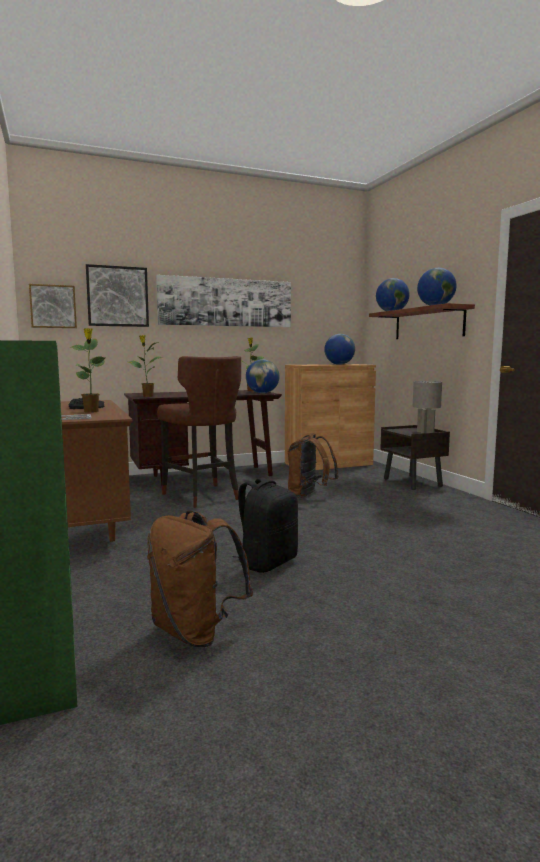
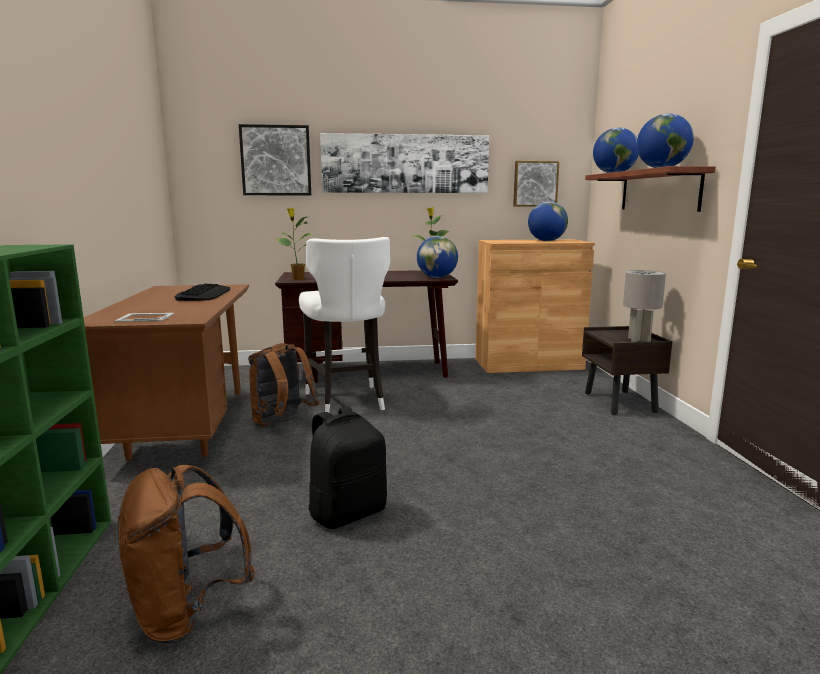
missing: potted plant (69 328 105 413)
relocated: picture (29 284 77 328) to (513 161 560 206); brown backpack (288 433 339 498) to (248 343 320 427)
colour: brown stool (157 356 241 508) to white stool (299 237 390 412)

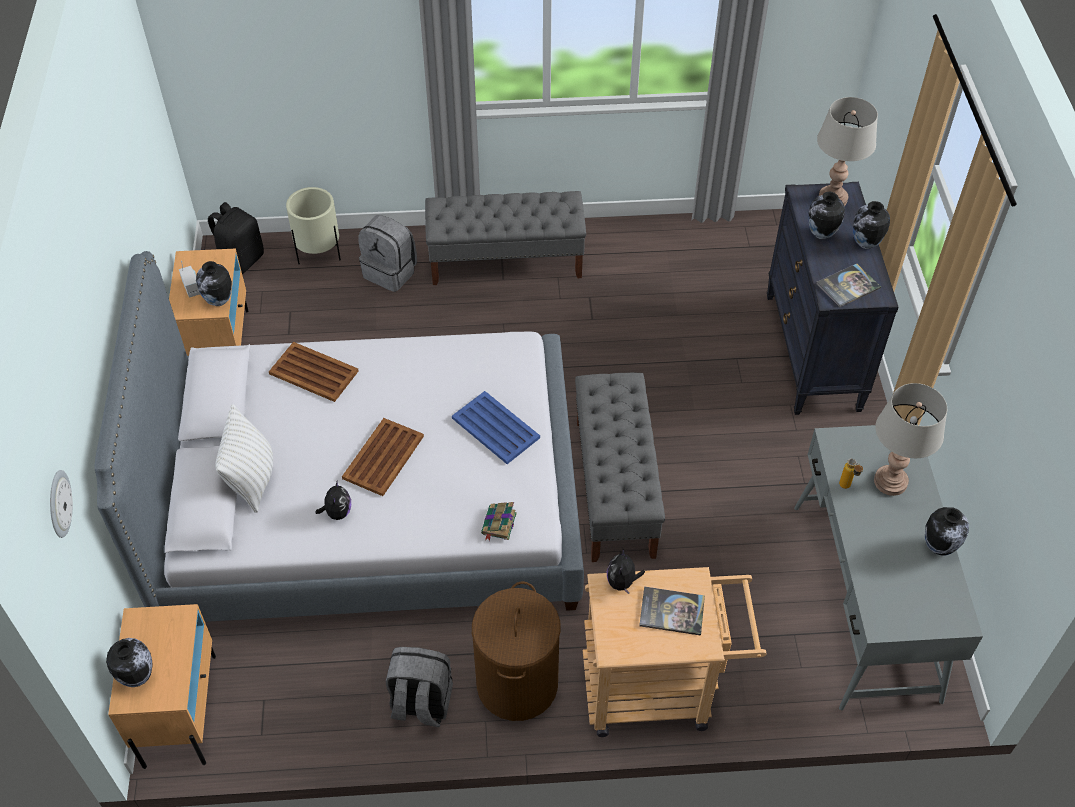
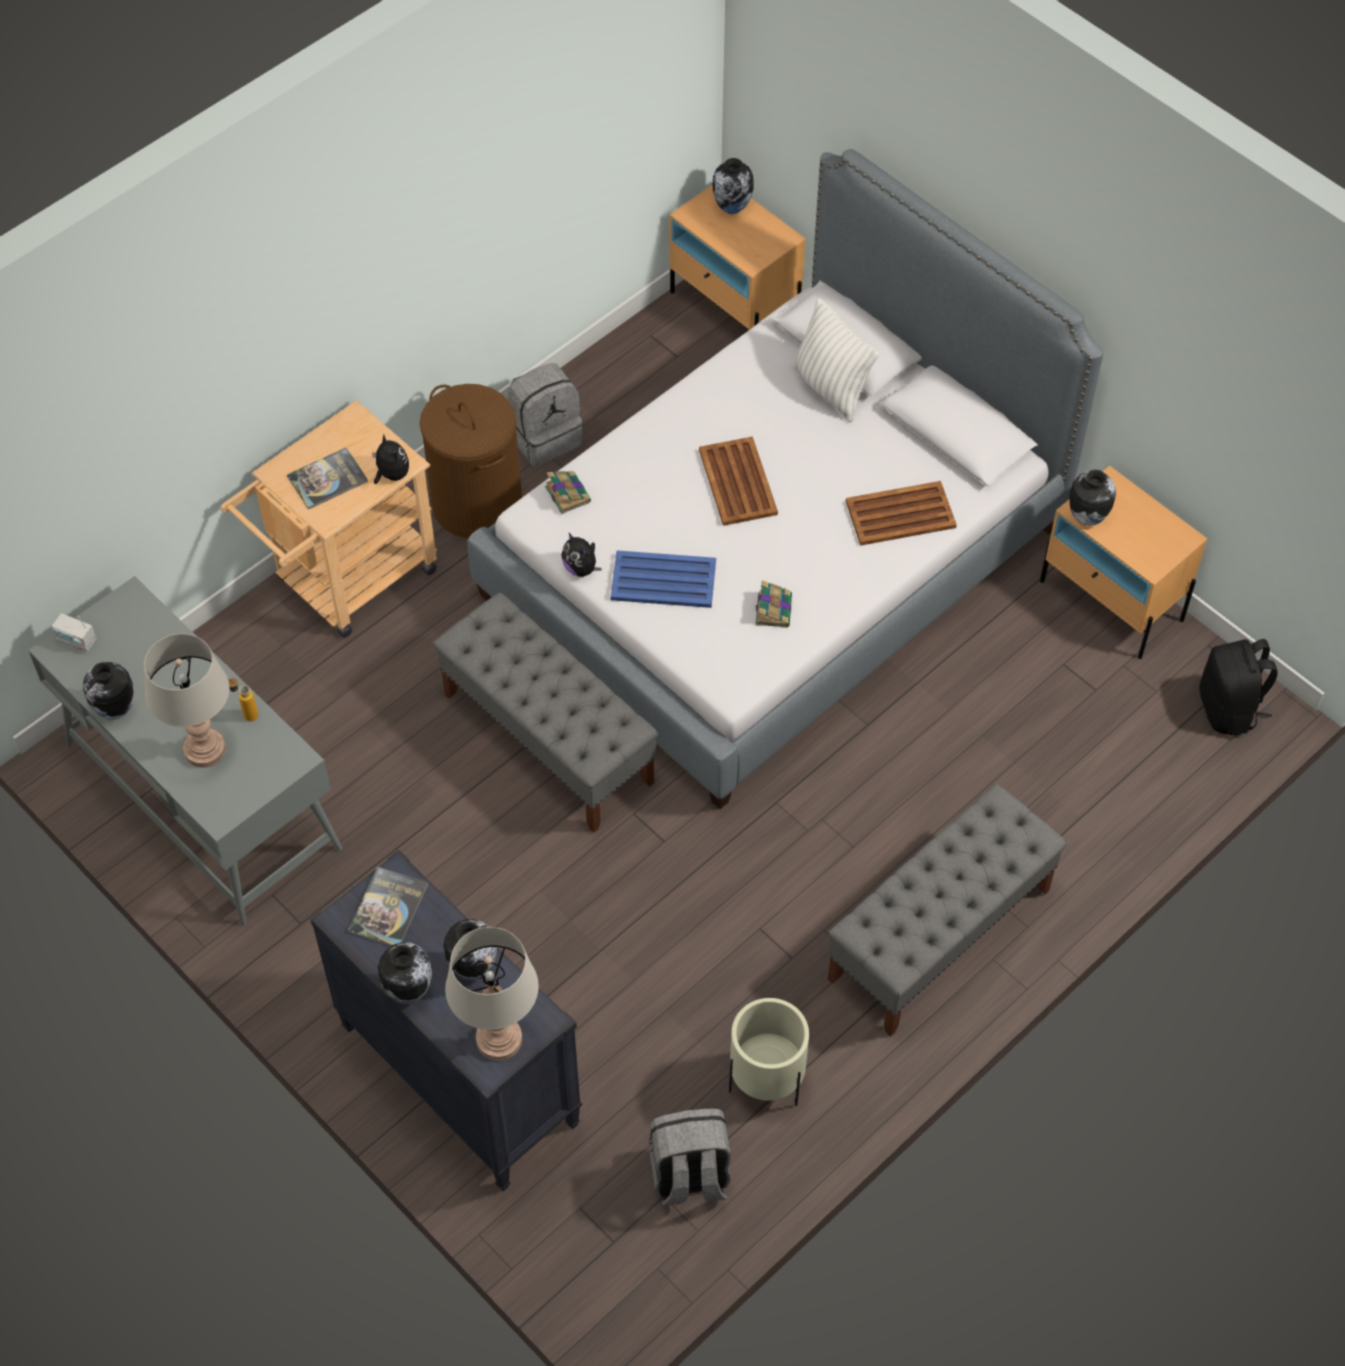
missing: wall clock (50 470 73 538)
appeared: book (755 580 792 628)
relocated: radio (179 261 200 298) to (52 613 96 652); beige planter (286 187 341 264) to (729 998 809 1106); plush toy (316 480 351 520) to (561 532 601 577); grey backpack (358 215 417 292) to (649 1108 731 1205)

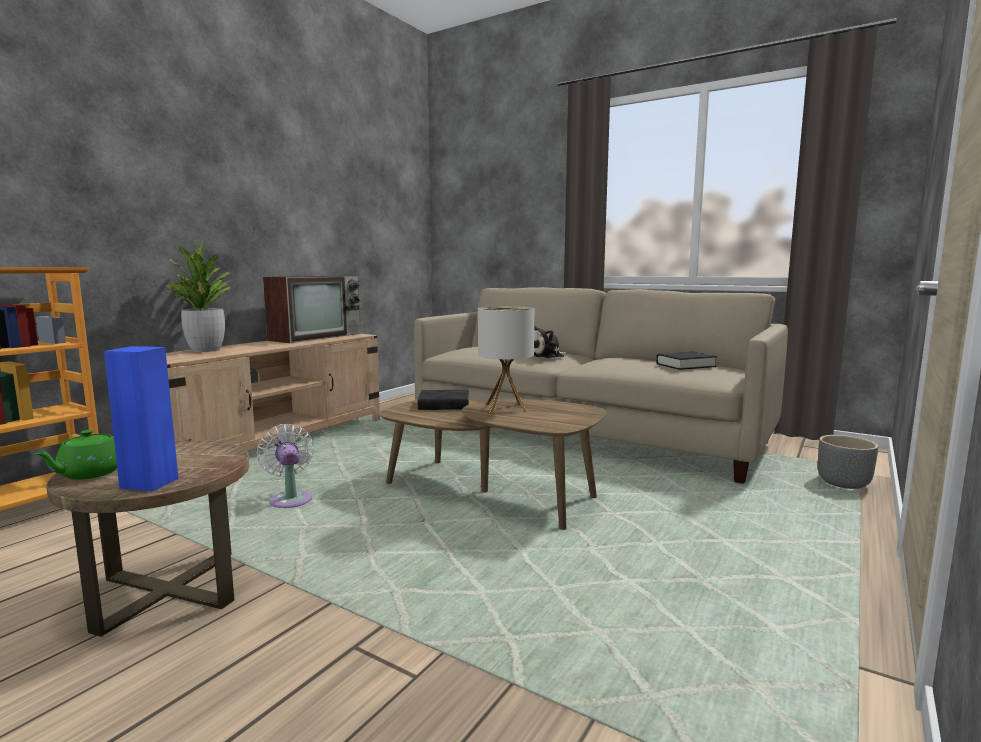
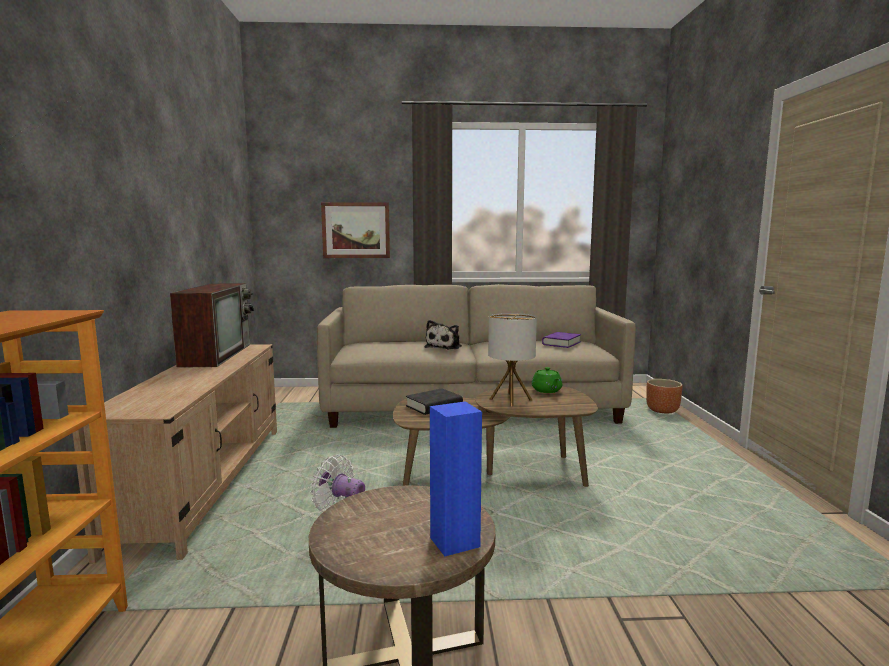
missing: potted plant (158 241 231 352)
appeared: picture (321 202 390 258)
relocated: green teapot (34 430 117 480) to (532 367 562 393)
colour: black book (656 352 717 370) to purple book (542 332 581 348); grey planter (817 435 878 489) to brown planter (646 379 683 413)

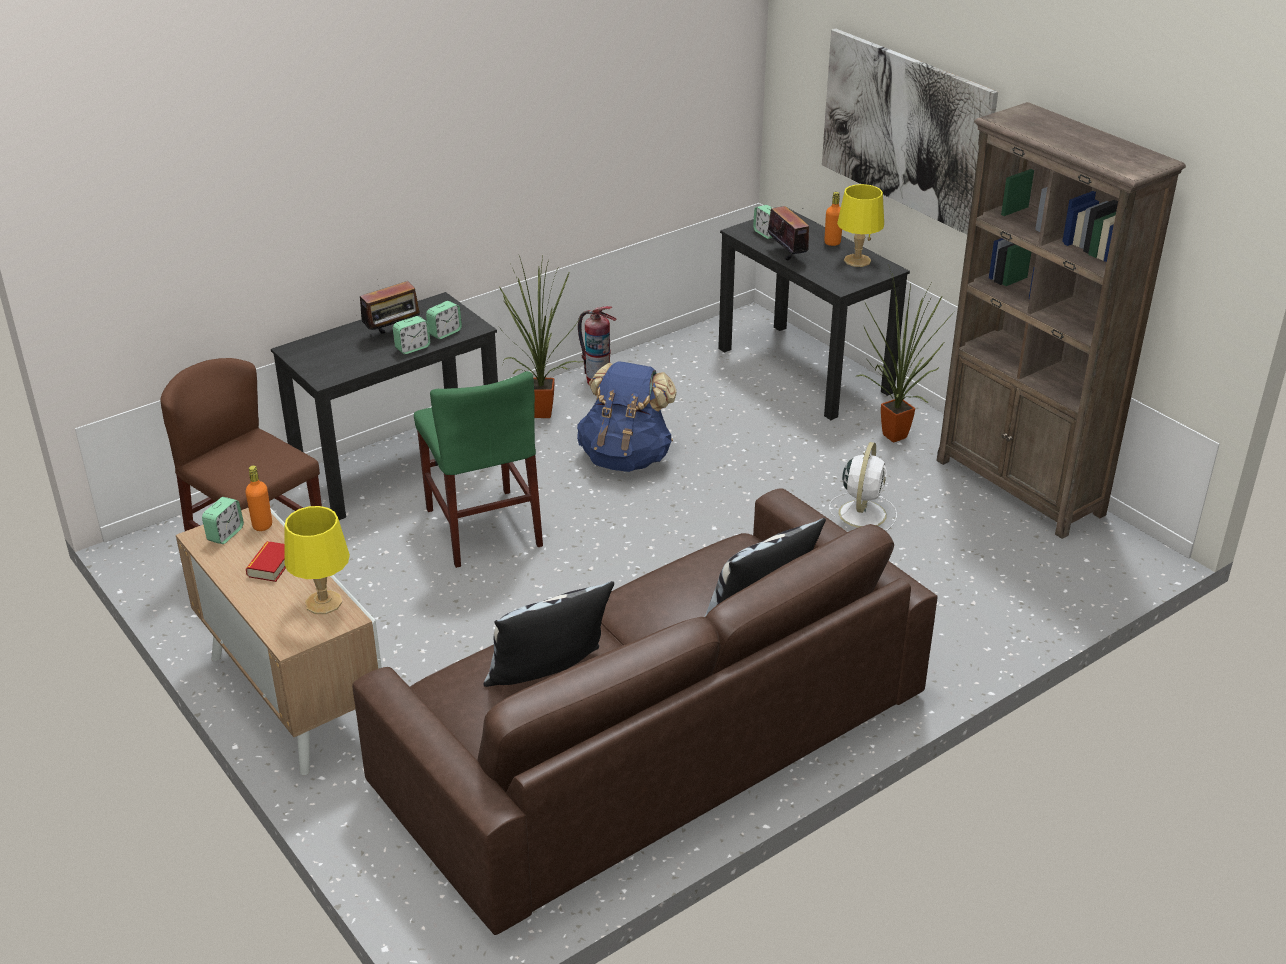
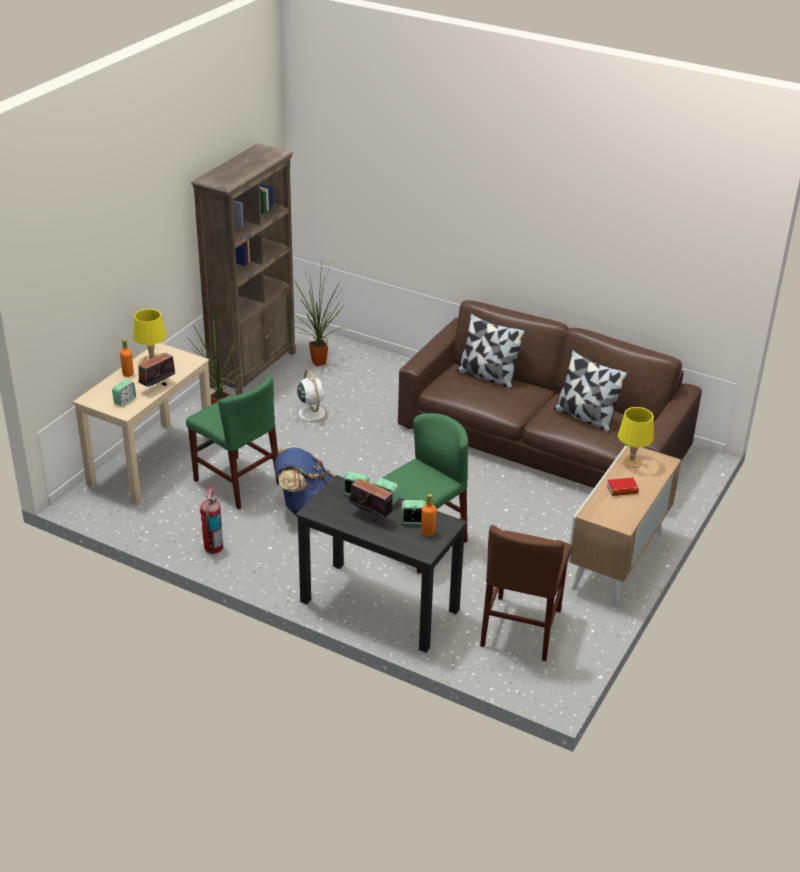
missing: picture (822 29 998 235)
appeared: green chair (186 376 279 509)
relocated: alarm clock (202 497 244 544) to (401 500 426 525); orange bottle (246 465 272 531) to (421 494 437 536); potted plant (498 256 583 418) to (293 263 344 366)
colour: black desk (718 208 910 420) to beige desk (73 343 211 505)
spun: white fan (829 442 897 532) = (290 370 332 427) 75 degrees clockwise

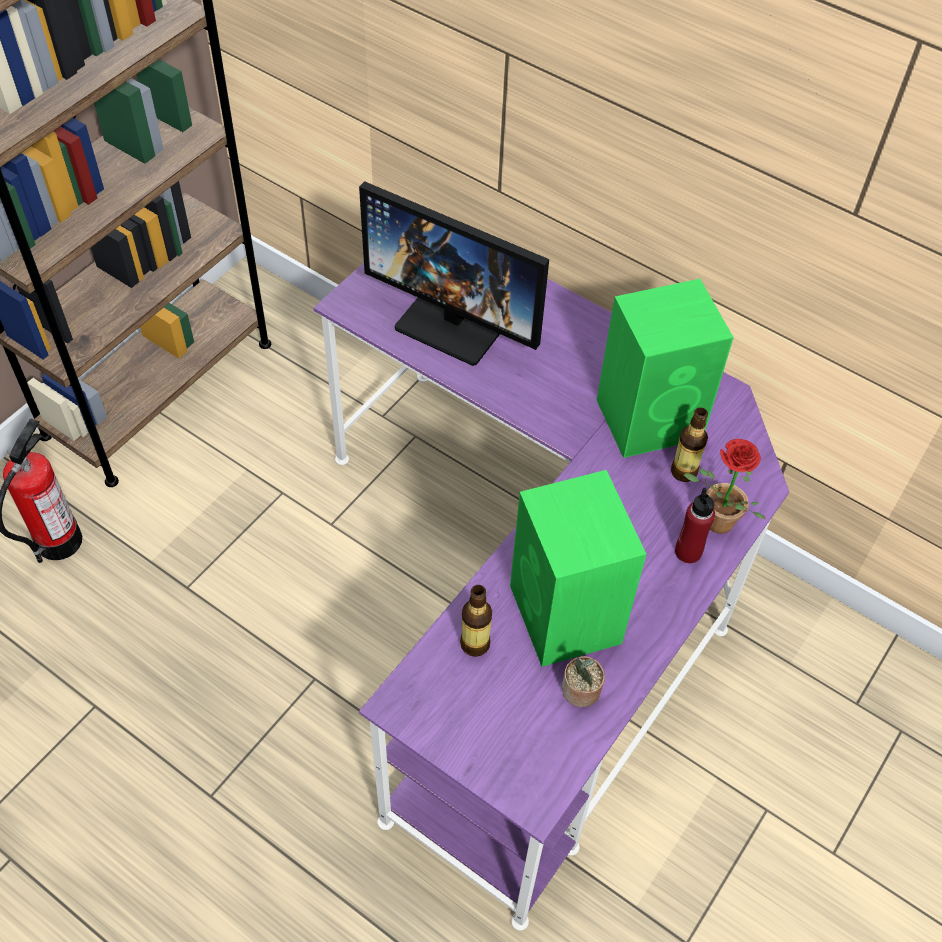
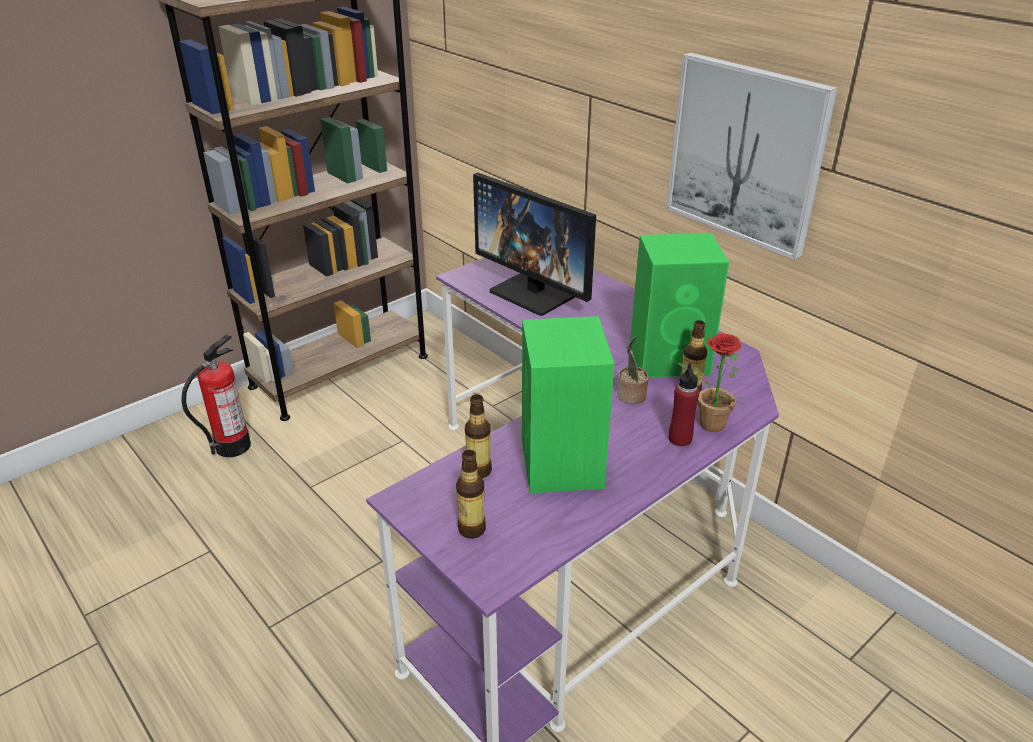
appeared: bottle (456 450 486 539); picture (666 53 838 260)
relocated: potted plant (562 656 605 707) to (617 336 649 404)

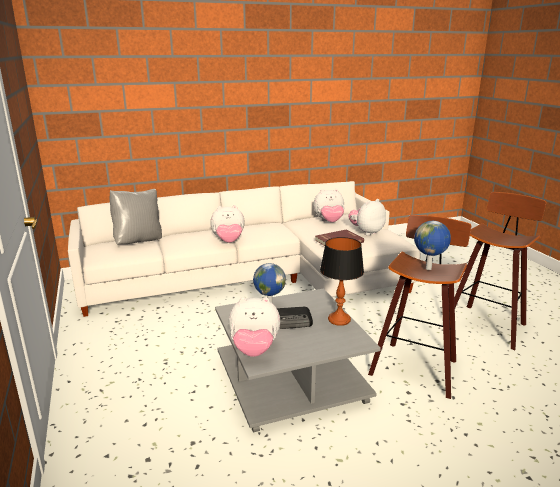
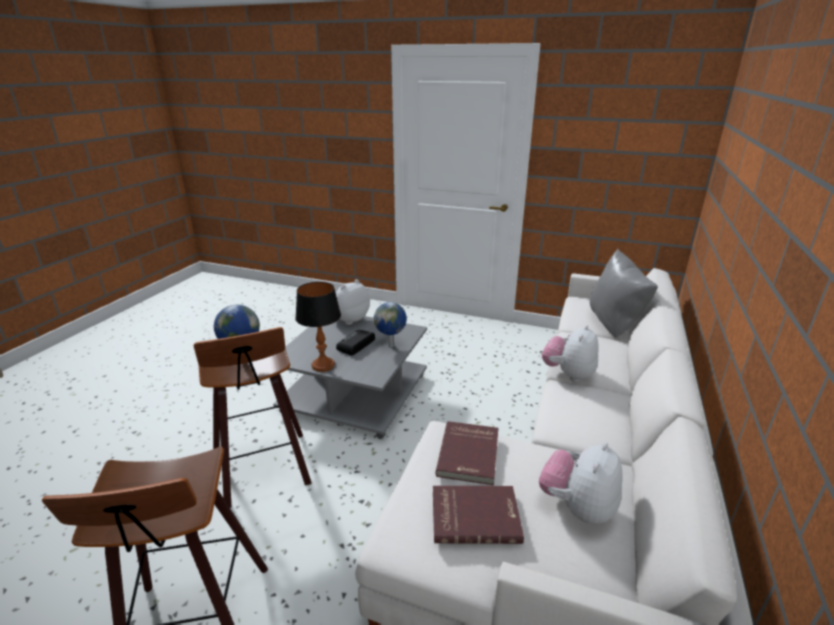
exchanged: plush toy (348 199 386 236) to red book (433 486 524 544)

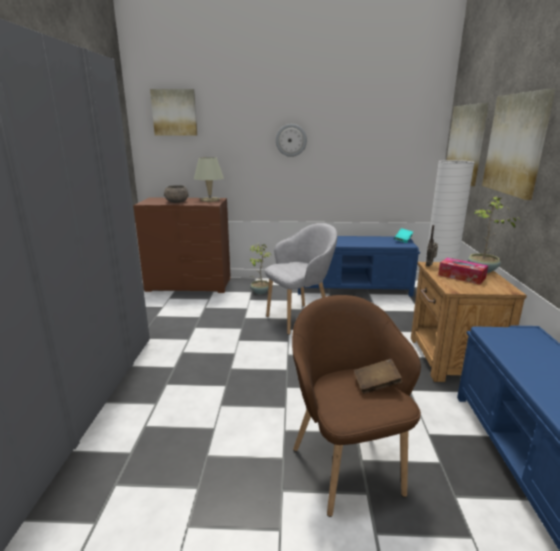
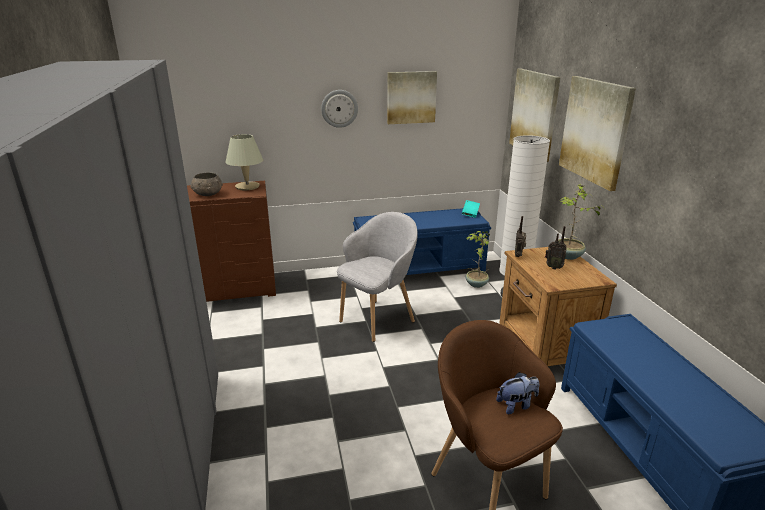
relocated: picture (150 89 197 135) to (387 71 437 124); potted plant (250 244 271 294) to (466 231 490 288)
exchanged: brown book (354 359 402 394) to plush toy (496 372 539 414); tissue box (438 258 488 284) to radio (545 226 567 270)

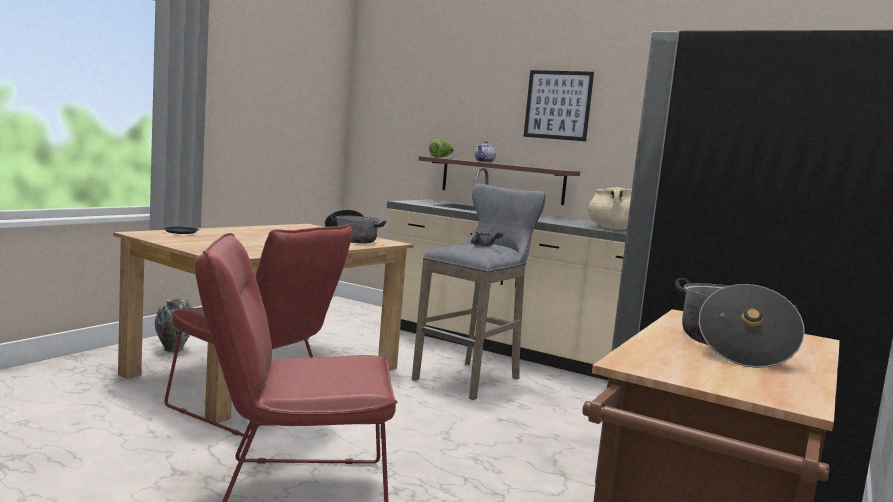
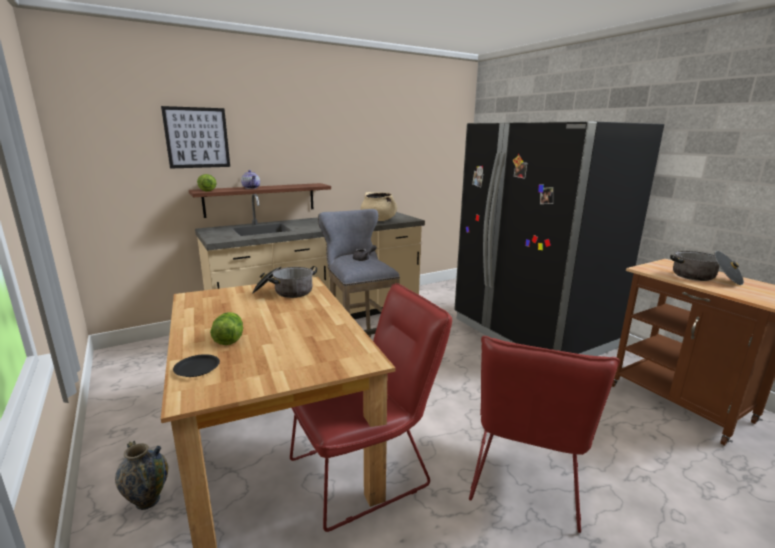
appeared: lettuce (210 312 243 345)
relocated: picture (523 70 594 141) to (161 106 230 168)

